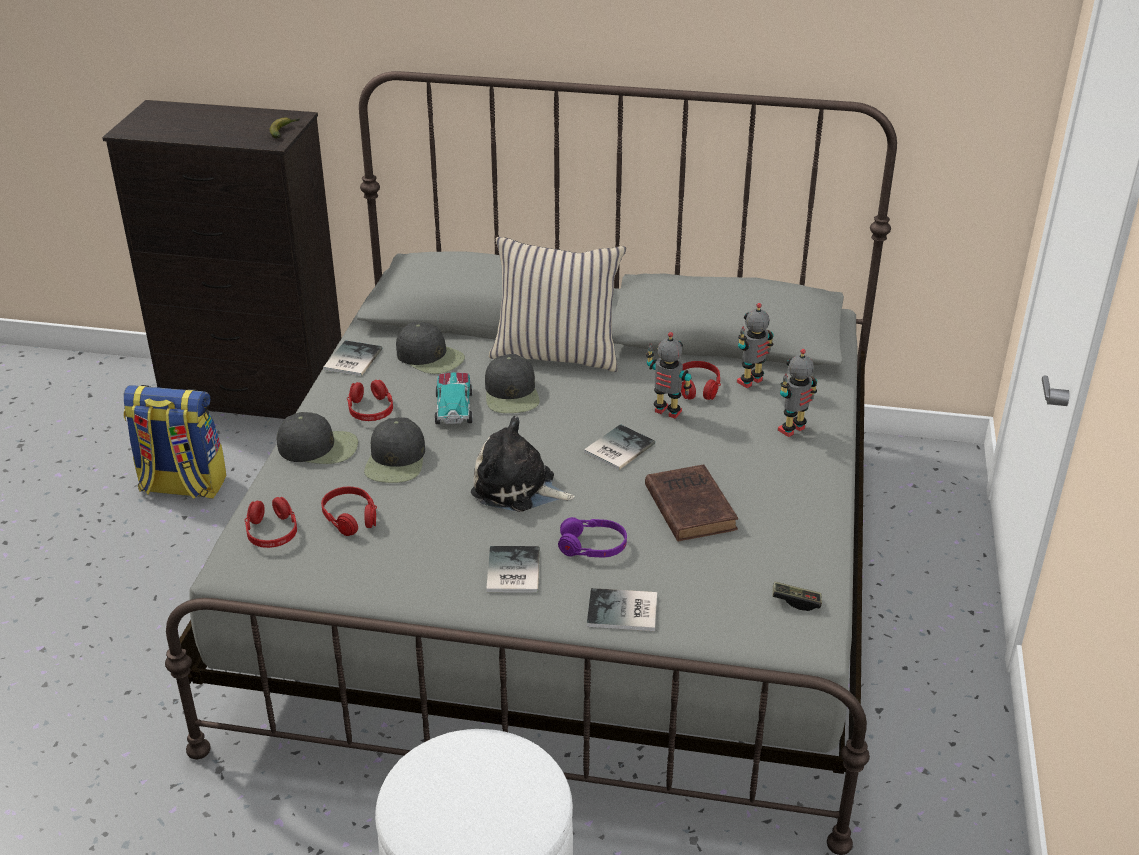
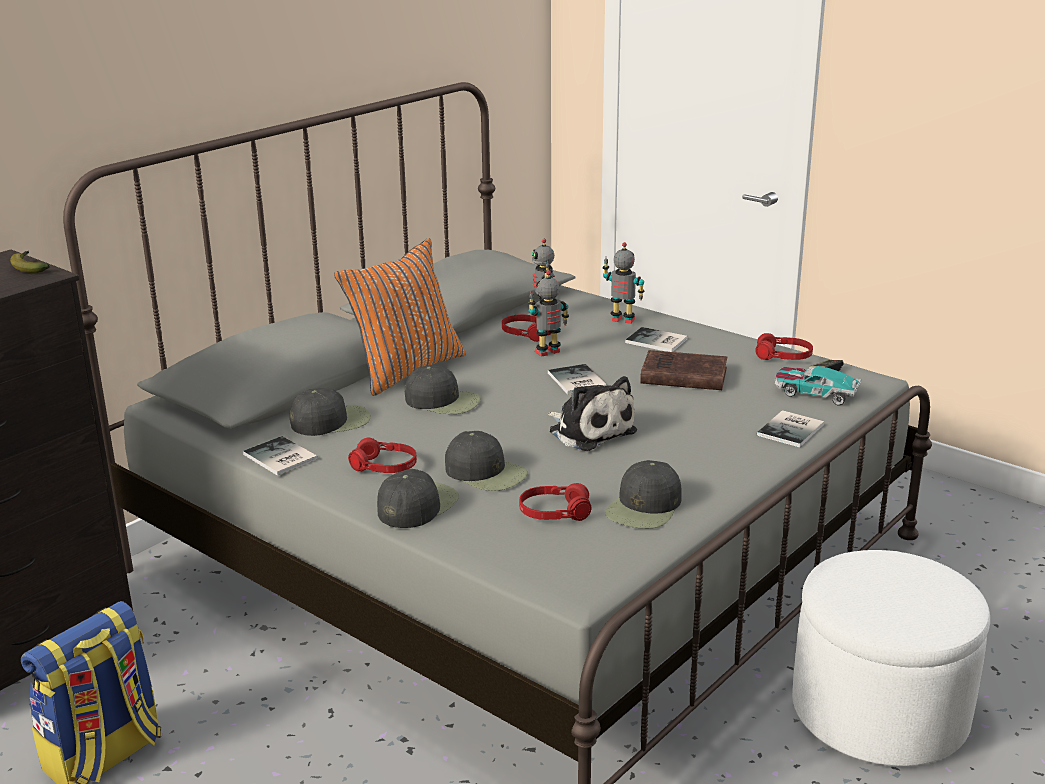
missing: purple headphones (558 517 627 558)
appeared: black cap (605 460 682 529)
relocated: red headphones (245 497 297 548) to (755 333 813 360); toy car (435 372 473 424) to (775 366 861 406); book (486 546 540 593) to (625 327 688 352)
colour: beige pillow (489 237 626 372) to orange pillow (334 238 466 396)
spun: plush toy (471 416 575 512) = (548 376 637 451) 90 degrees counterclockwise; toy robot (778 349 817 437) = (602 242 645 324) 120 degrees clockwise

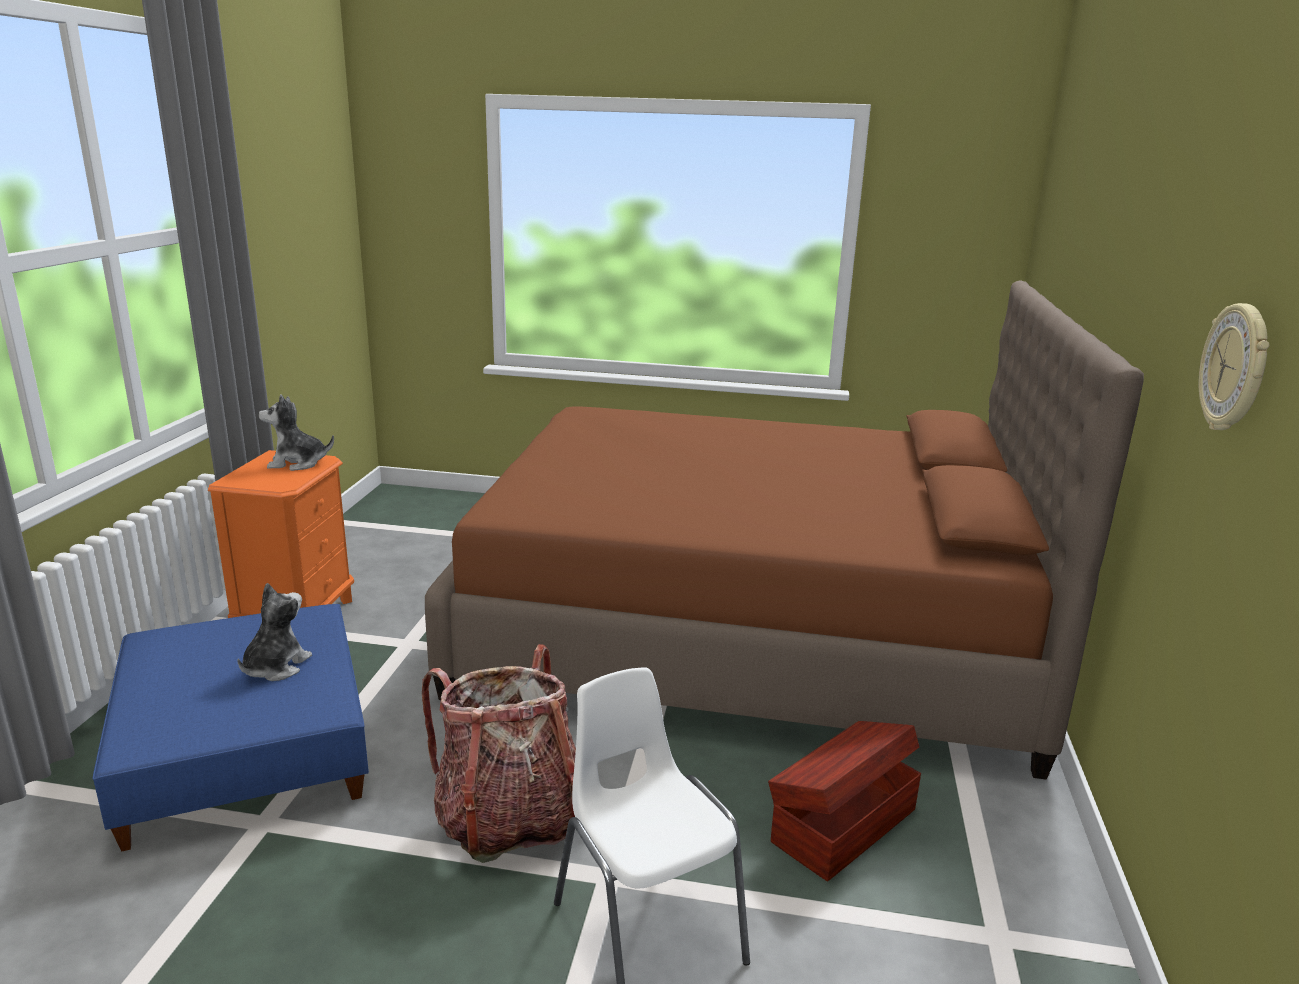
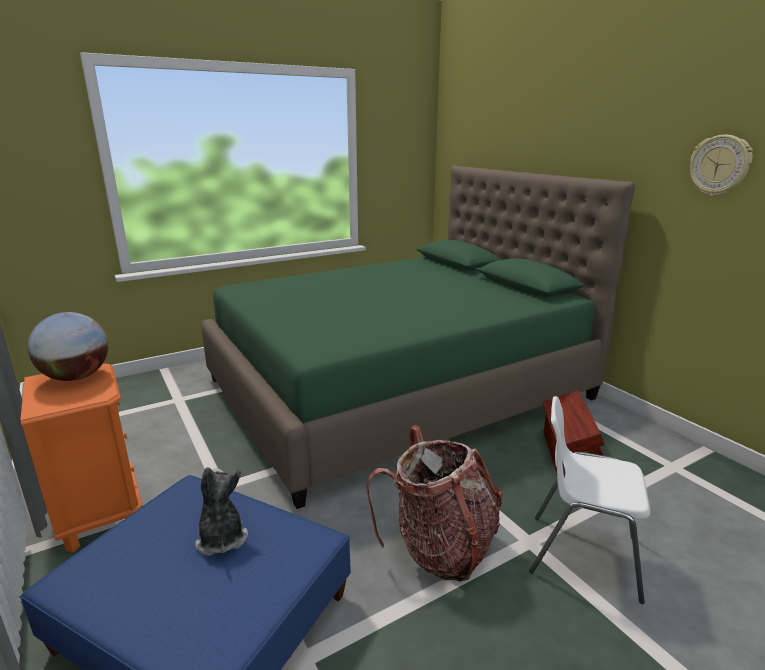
exchanged: plush toy (259 394 334 471) to globe (28 312 108 381)
colour: brown bed (425 280 1144 780) to green bed (201 166 635 509)

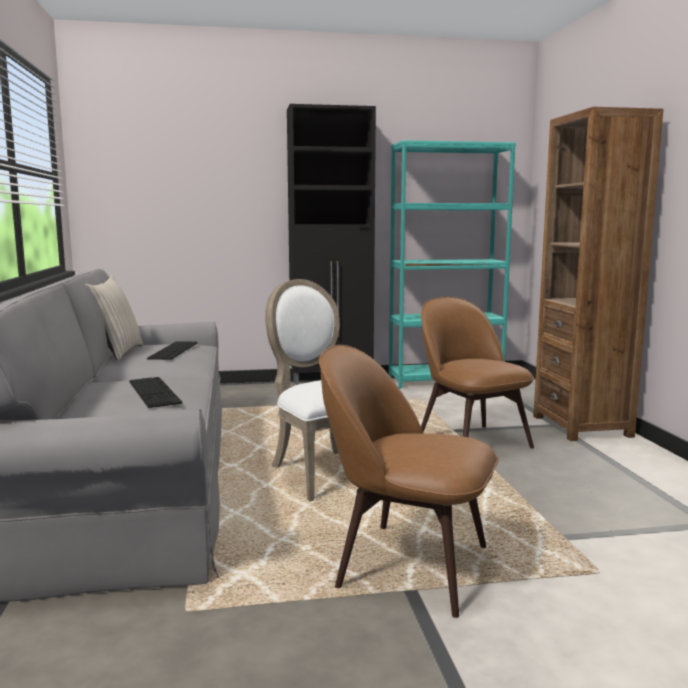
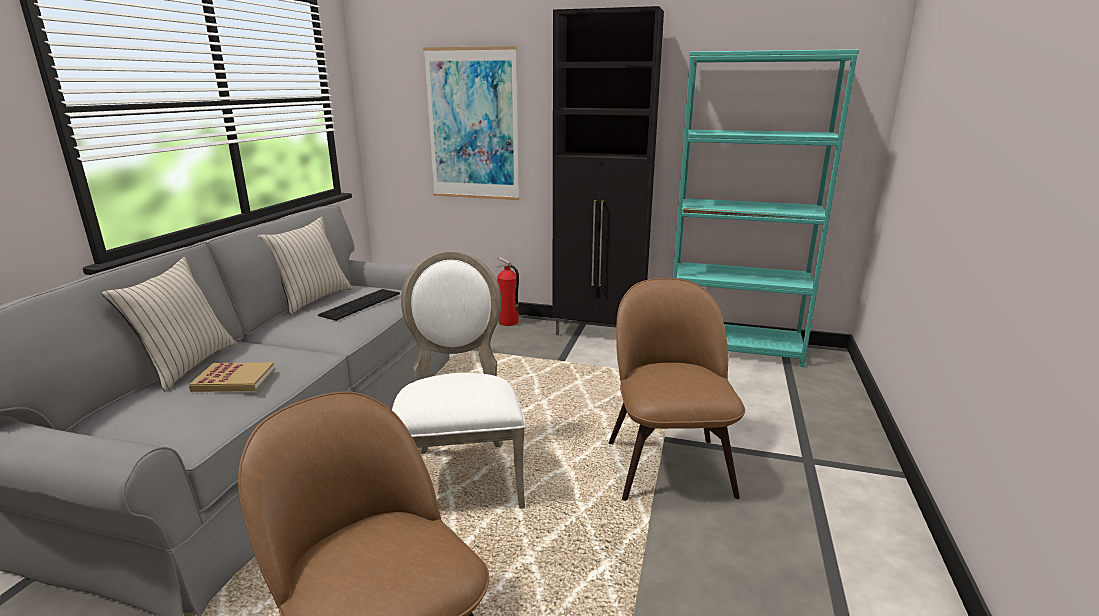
missing: brown bookcase (533 107 663 441)
appeared: beige pillow (102 257 236 391); picture (423 46 519 200); fire extinguisher (496 257 519 326)
exchanged: keyboard (129 377 182 408) to book (189 362 275 392)

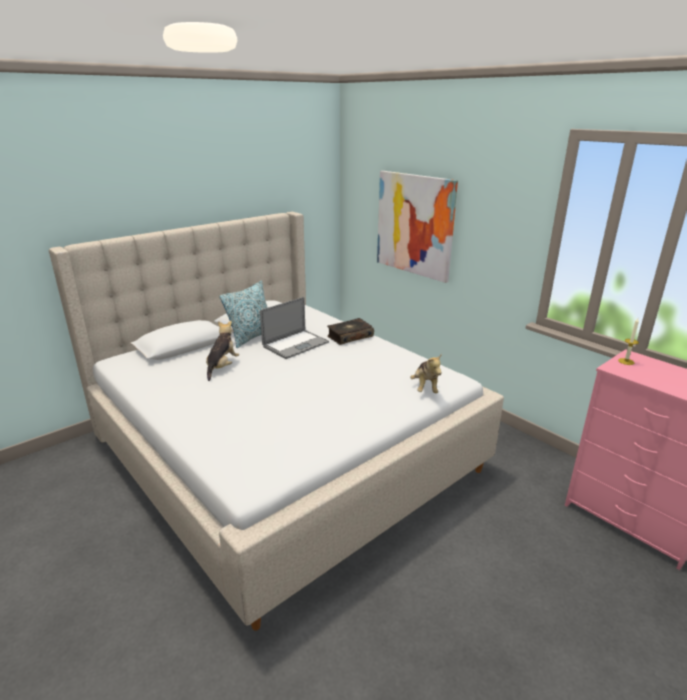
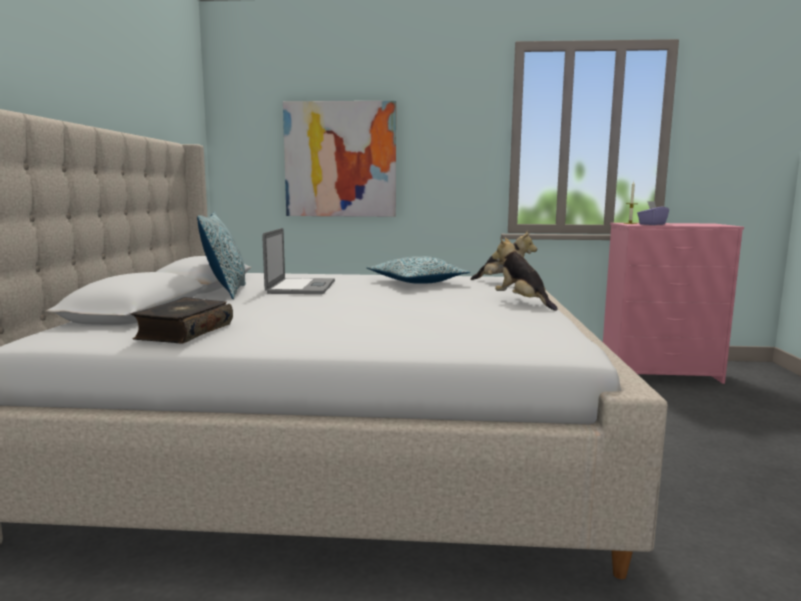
appeared: pillow (366 256 470 284); purple tissue box (637 201 669 225)
relocated: plush toy (206 321 239 381) to (492 237 557 311); book (327 318 374 345) to (131 297 233 344)

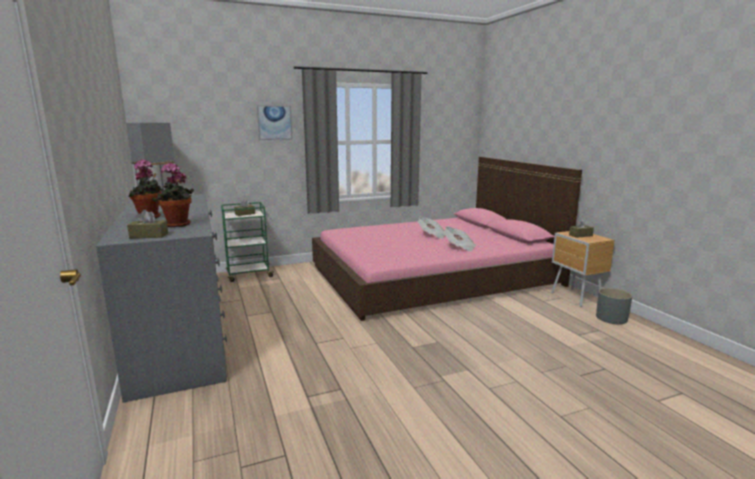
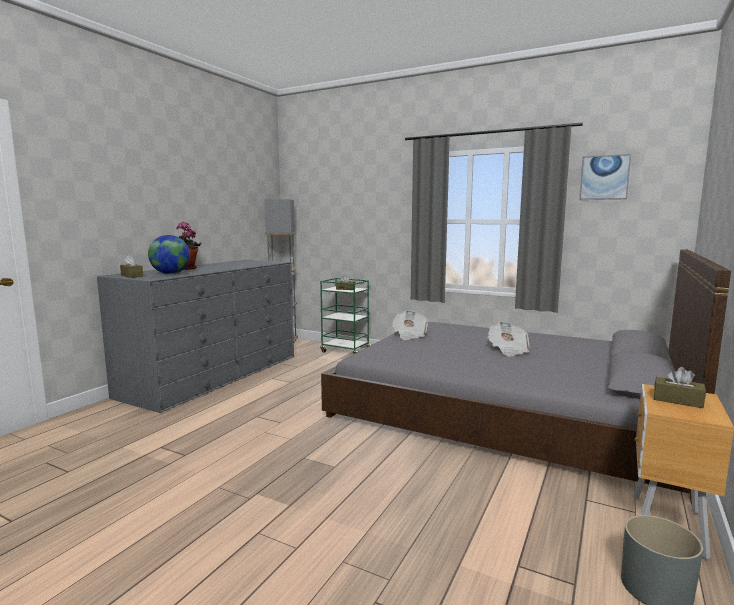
relocated: picture (257 105 293 140) to (579 154 631 200); newspaper (444 226 476 252) to (392 310 428 340)
exchanged: potted plant (153 163 194 227) to globe (148 235 190 274)
colour: pink bed (312 157 582 321) to grey bed (321 249 731 505)

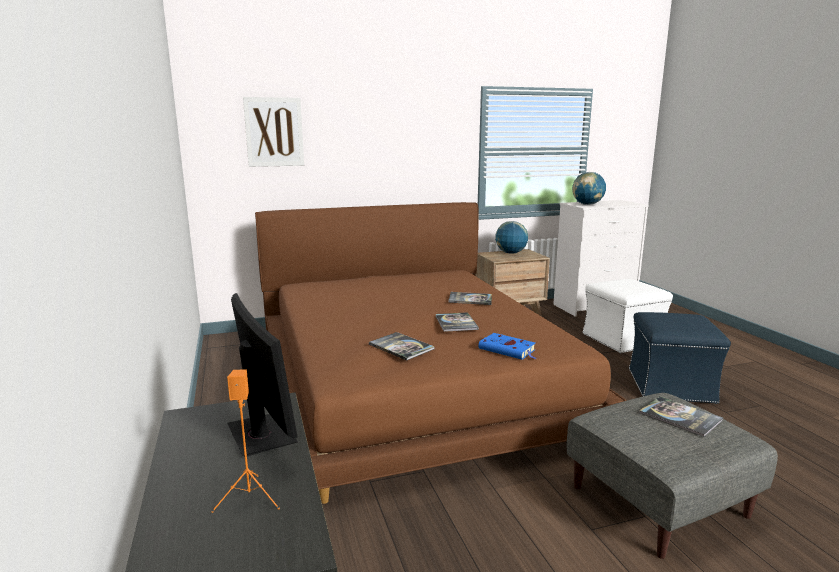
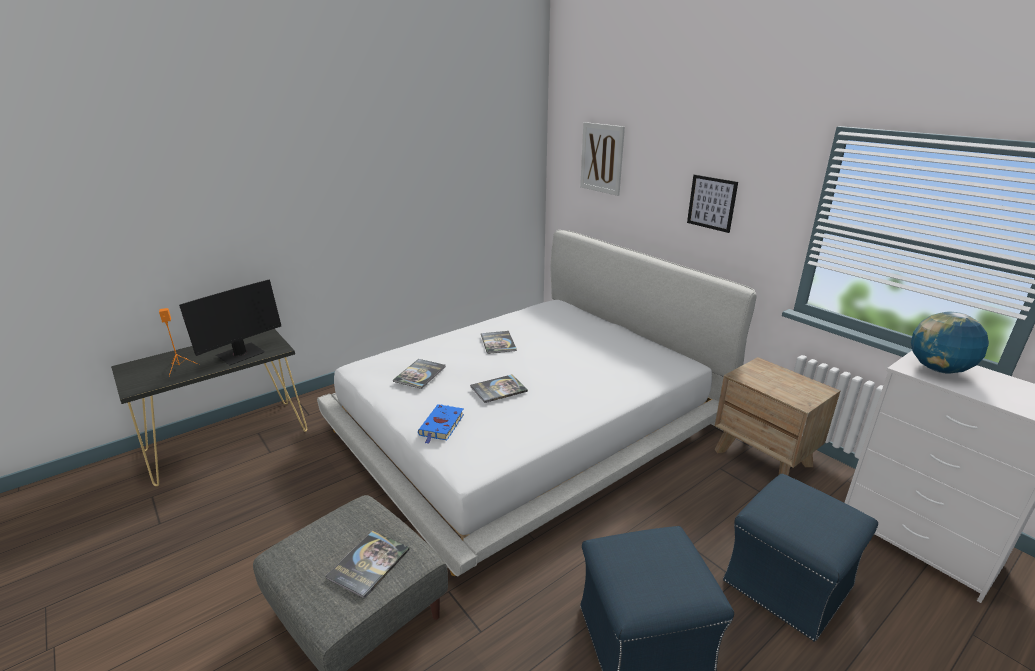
missing: globe (495 221 528 254)
appeared: picture (687 174 738 233)
relocated: book (448 292 492 305) to (481 331 517 354)
colour: brown bed (255 202 626 504) to white bed (317 230 757 577); white ottoman (583 279 673 353) to blue ottoman (723 474 878 642)

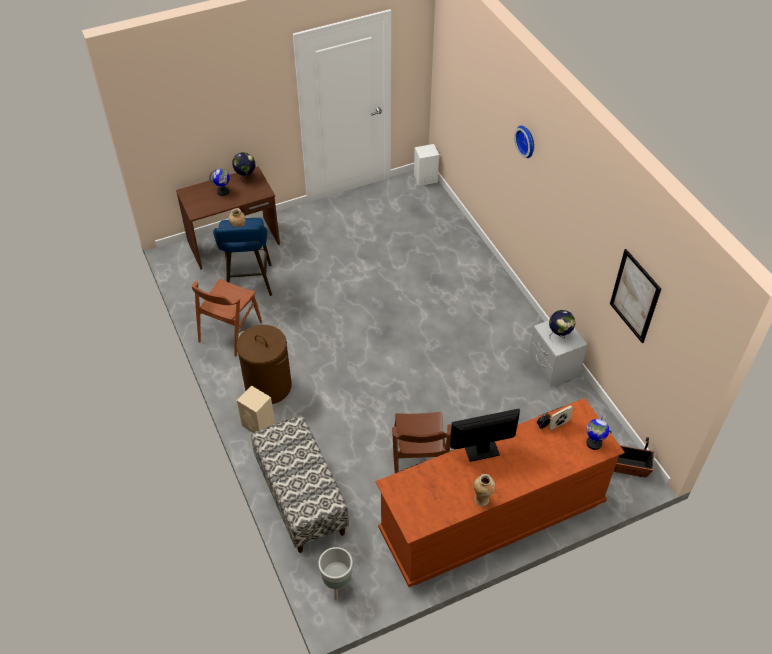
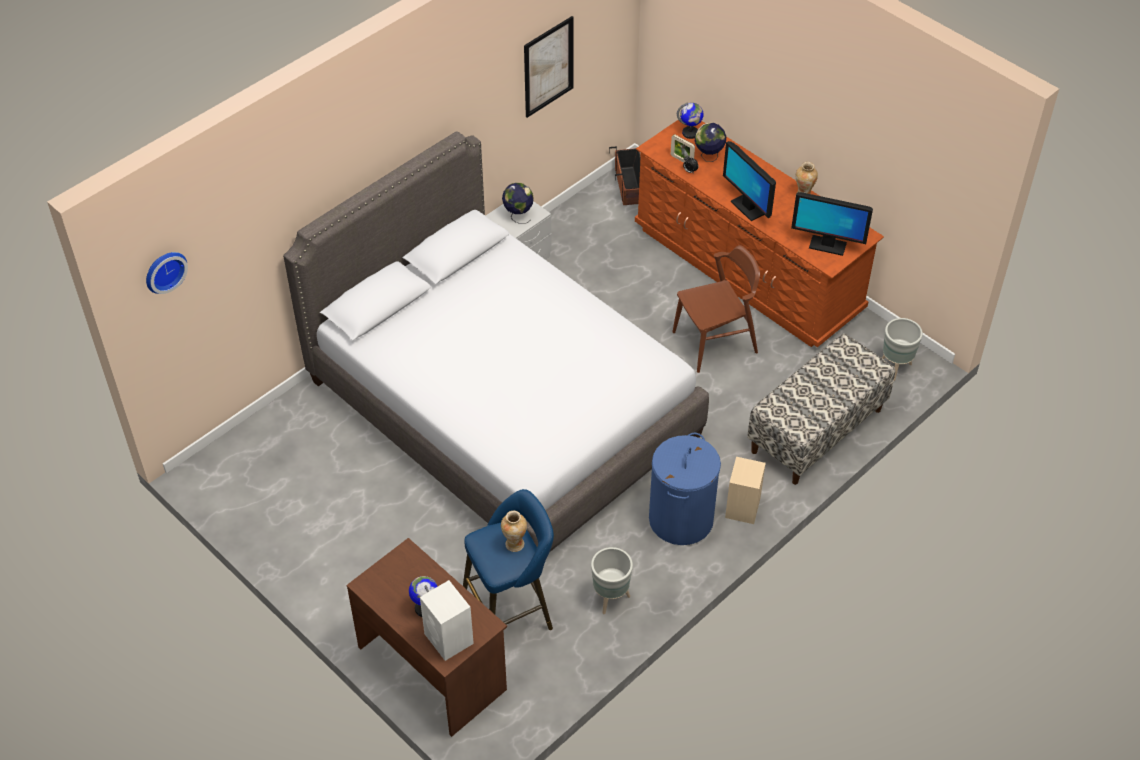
appeared: grey bed (283 131 709 552); monitor (791 192 873 256)
relocated: globe (232 152 256 183) to (695 123 726 162); white speaker (414 144 439 186) to (420 580 474 661); wall clock (514 126 534 158) to (146 252 188 294)
exchanged: brown chair (192 279 262 357) to grey planter (591 547 633 614)
colour: brown laundry basket (236 325 292 404) to blue laundry basket (649 433 721 545)

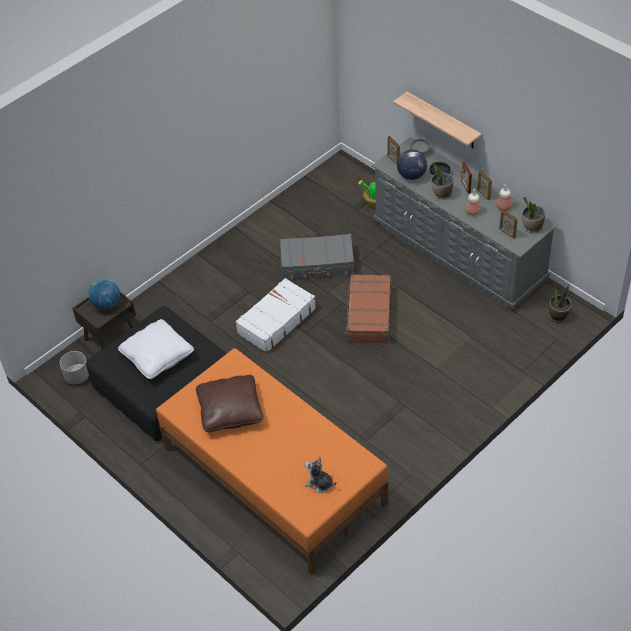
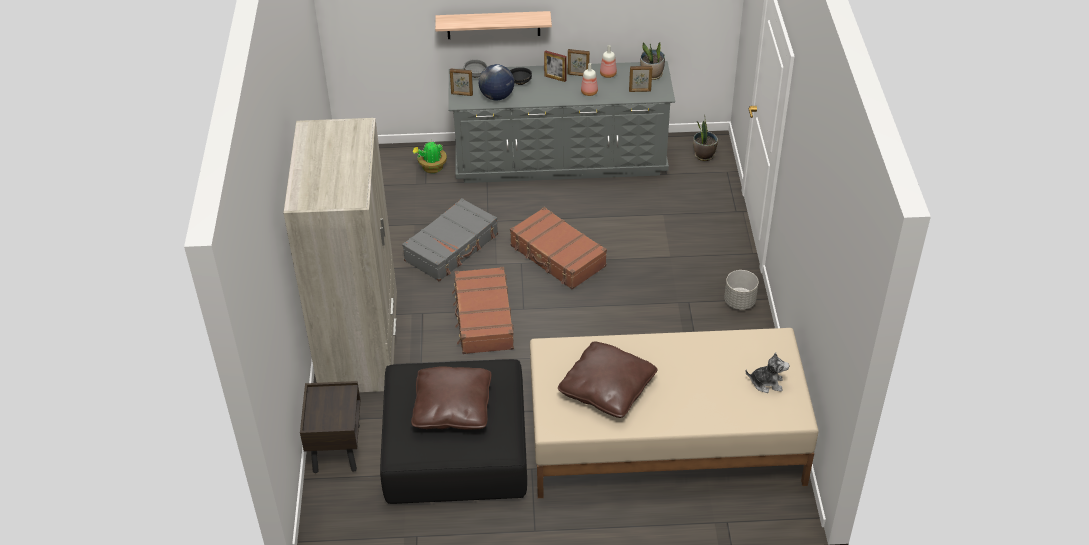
missing: globe (88 278 120 310); potted plant (431 163 454 199)
appeared: beige wardrobe (284 118 397 392)
relocated: grey planter (60 351 89 384) to (724 270 759 310)
colour: white pillow (118 319 194 379) to brown pillow (411 366 491 430); orange bed (156 348 388 575) to beige bed (530 328 819 498); white suitcase (235 278 316 353) to brown suitcase (452 267 514 354)
spun: plush toy (304 457 337 493) = (745 353 789 393) 150 degrees counterclockwise

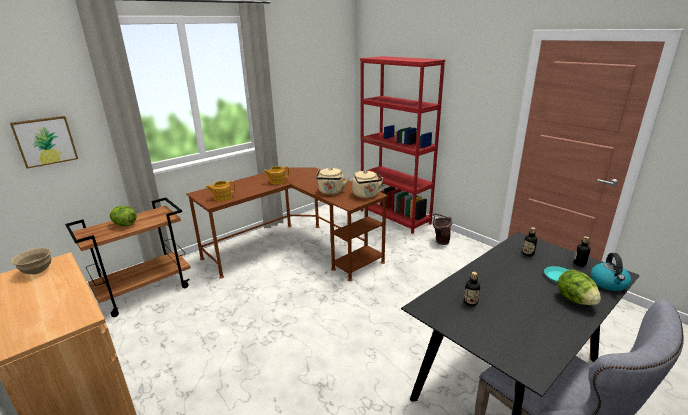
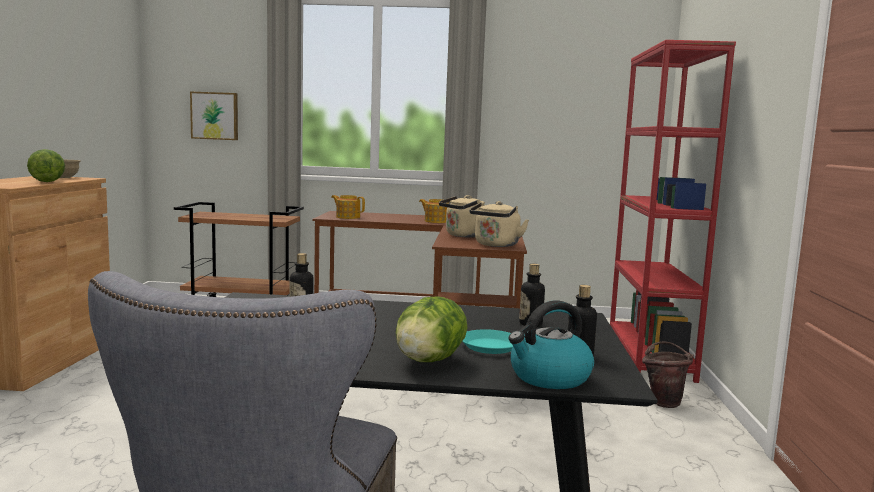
relocated: lettuce (109 206 137 226) to (27 149 65 182)

